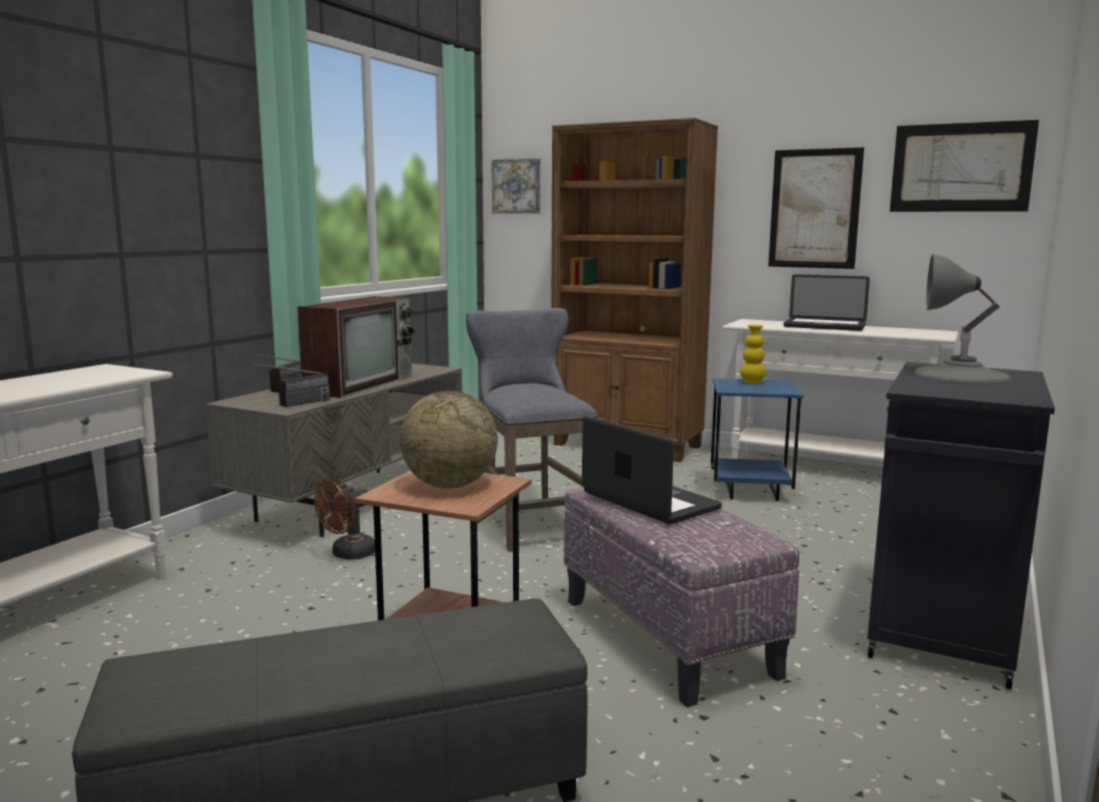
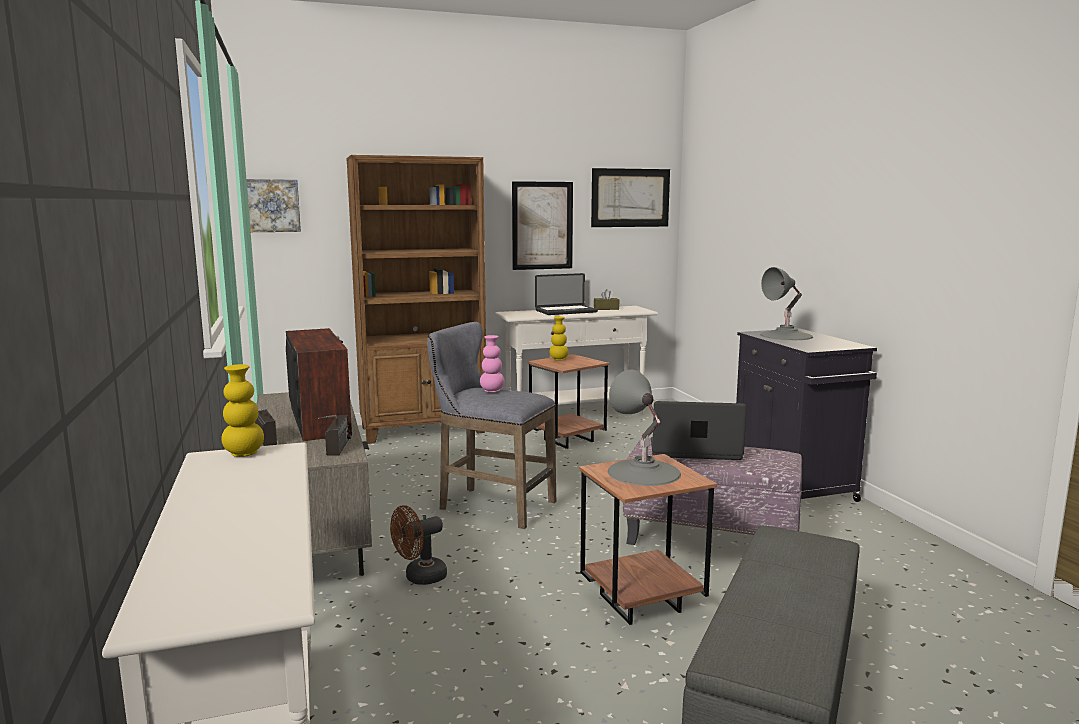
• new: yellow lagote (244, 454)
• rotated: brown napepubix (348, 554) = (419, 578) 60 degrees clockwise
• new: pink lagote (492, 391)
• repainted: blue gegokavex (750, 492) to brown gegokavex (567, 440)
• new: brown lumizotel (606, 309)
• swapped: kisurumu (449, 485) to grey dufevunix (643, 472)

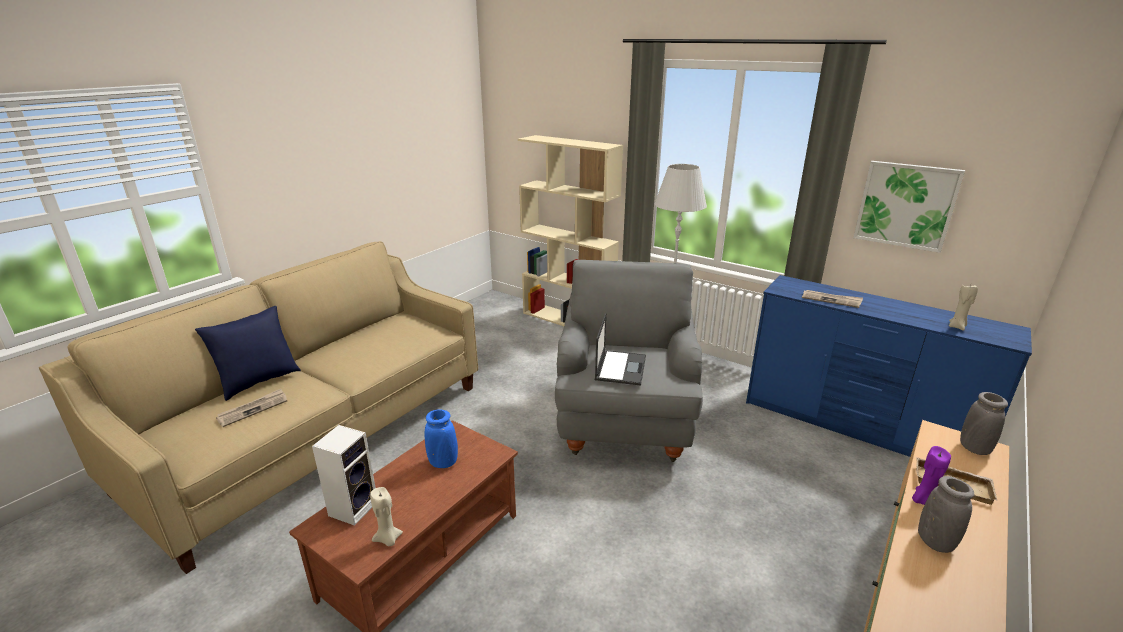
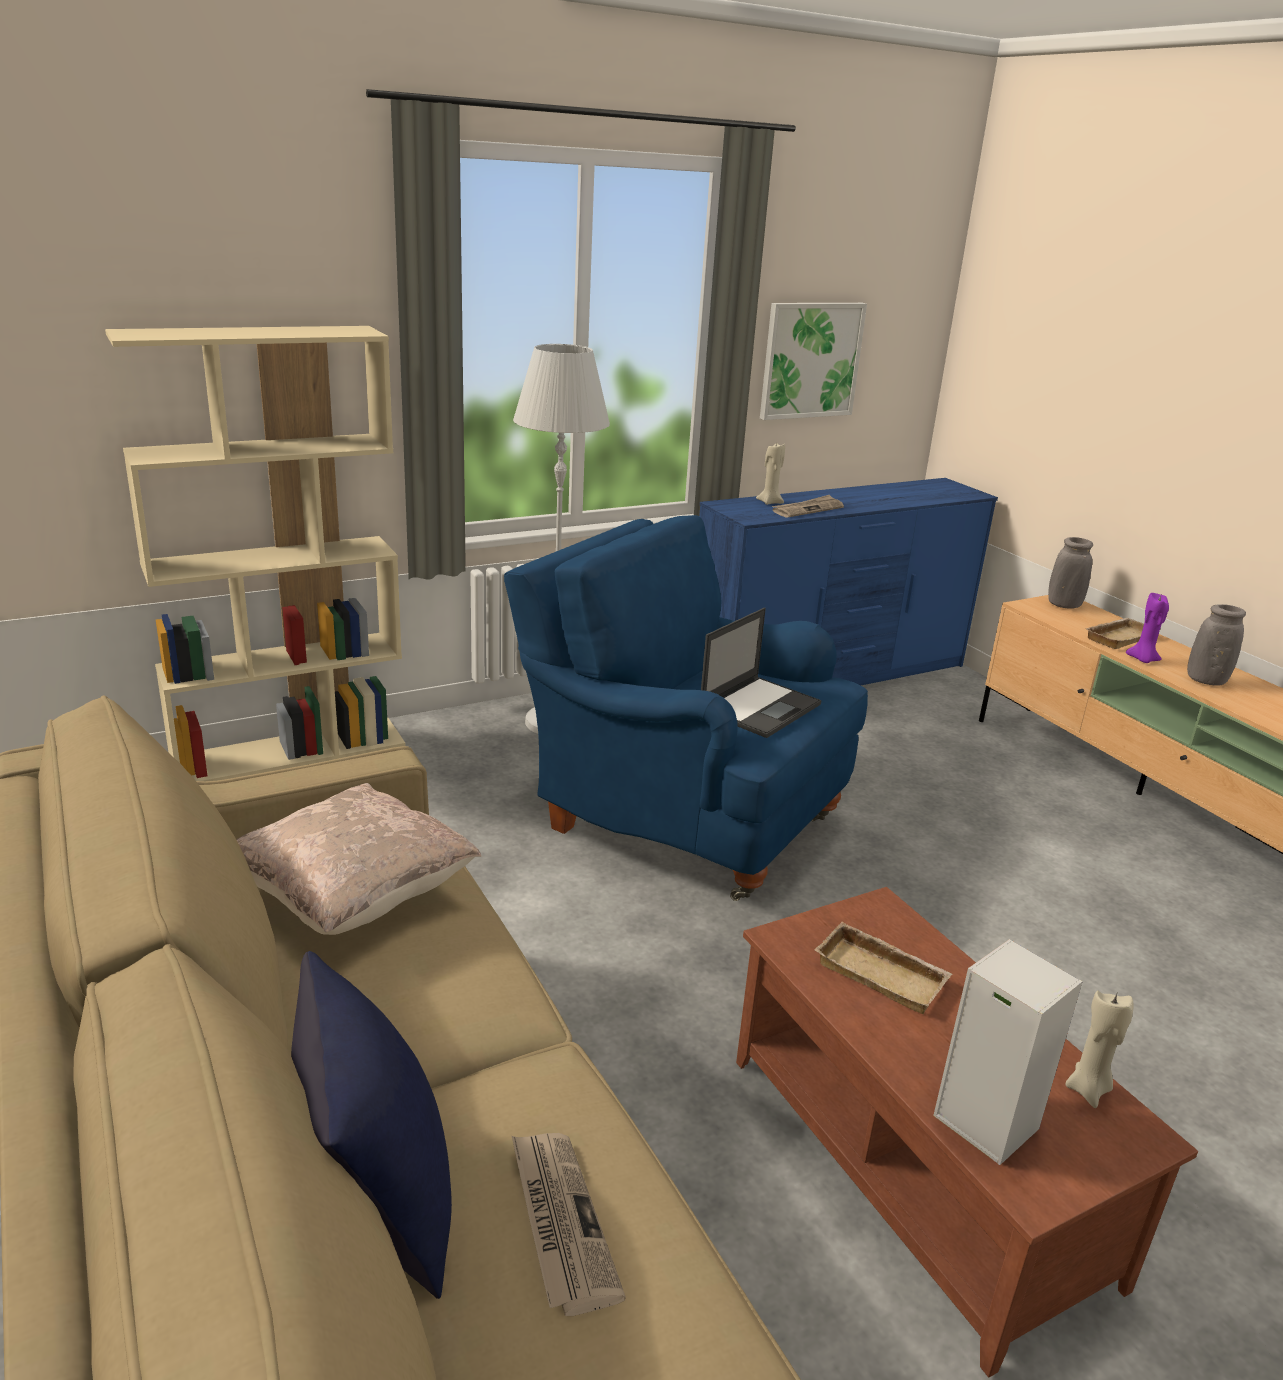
• new: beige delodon (353, 897)
• repainted: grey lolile (624, 419) to blue lolile (680, 820)
• rotated: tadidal (620, 367) = (760, 707) 90 degrees clockwise
• shifted: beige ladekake (957, 327) to (770, 502)
• swapped: blue lagote (443, 462) to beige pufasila (883, 974)

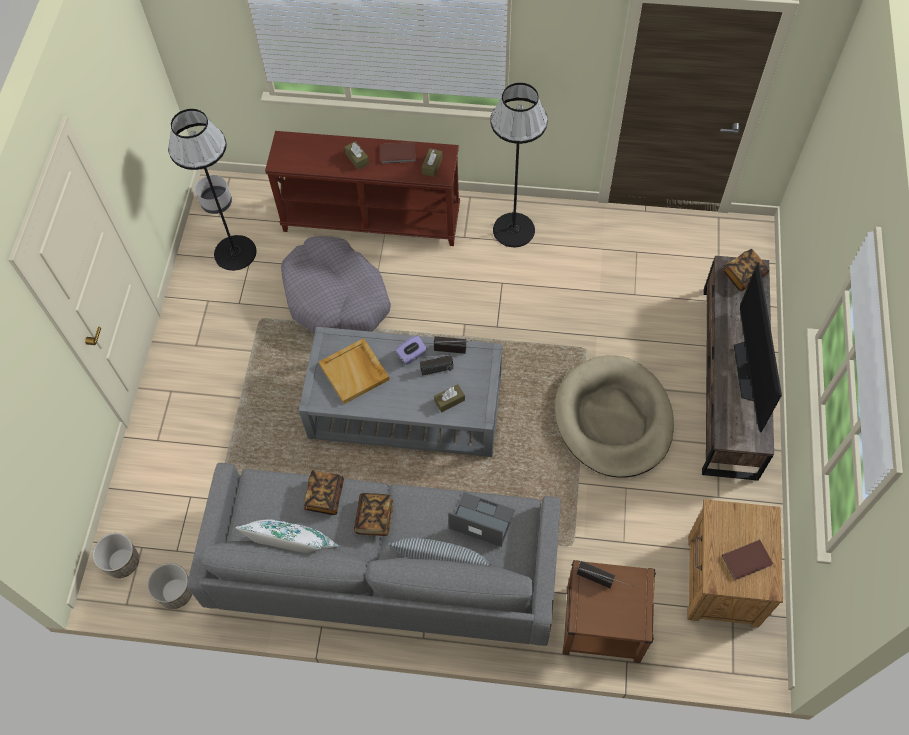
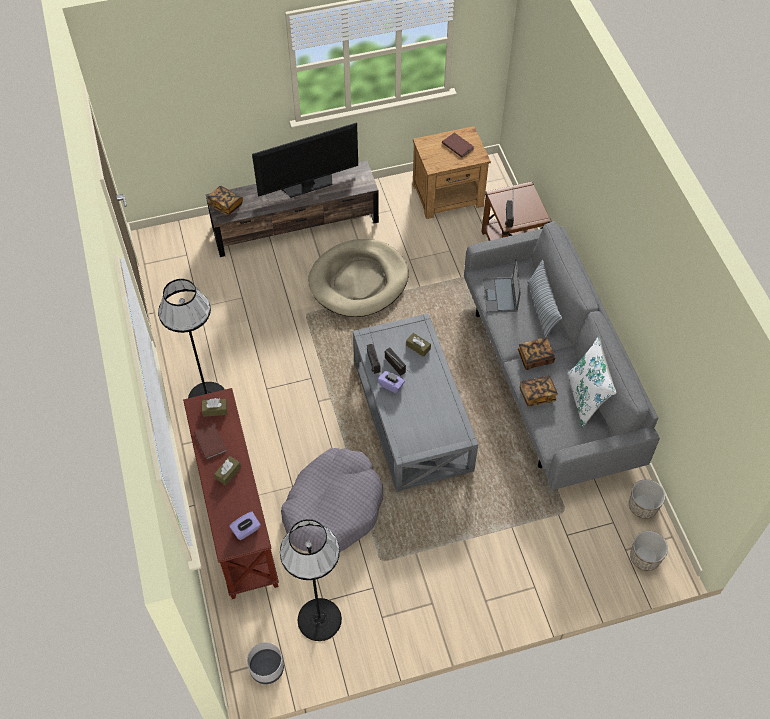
• new: purple lumizotel (246, 530)
• gone: beige pufasila (355, 372)

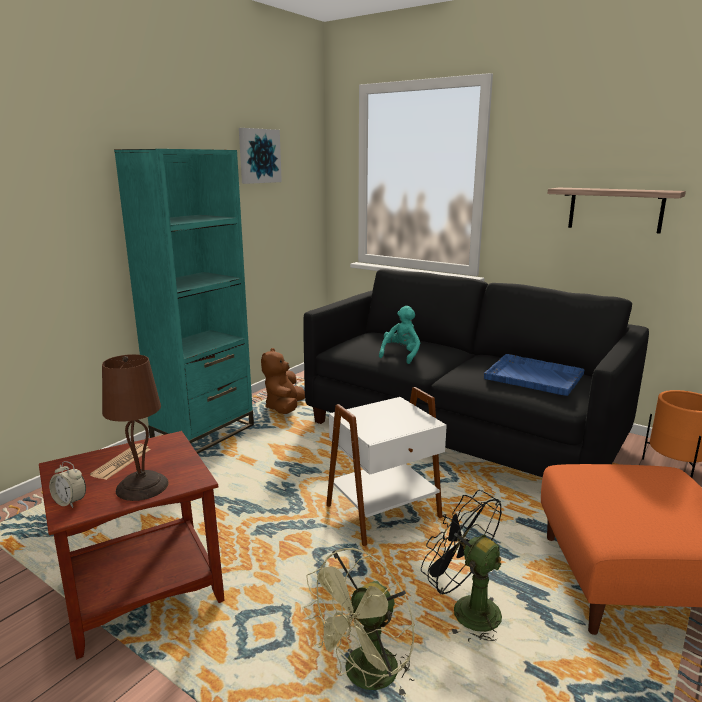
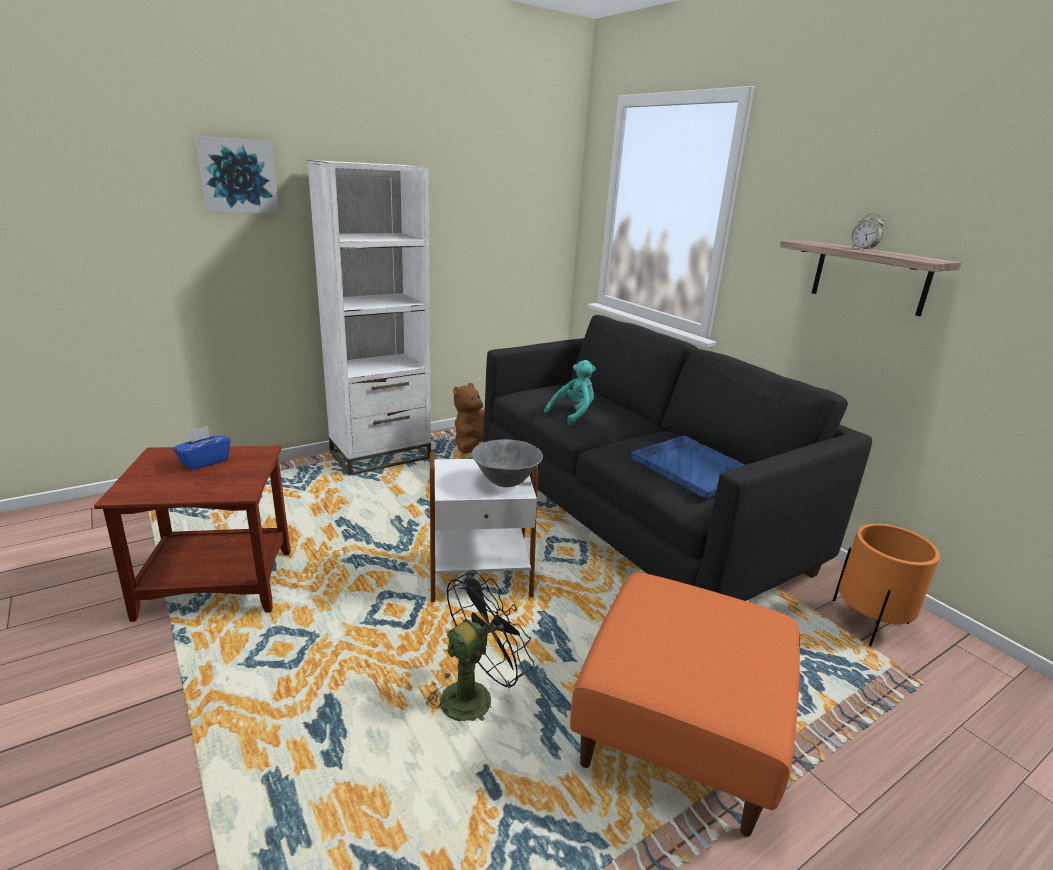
• swapped: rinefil (121, 462) to blue lumizotel (204, 462)
• shifted: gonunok (258, 156) to (238, 176)
• repainted: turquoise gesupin (203, 433) to white gesupin (380, 456)
• rotated: black napepubix (466, 609) = (474, 694) 75 degrees clockwise
• new: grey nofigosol (506, 482)
• shifted: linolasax (70, 502) to (863, 249)
• gone: brown dufevunix (142, 487)
• gone: green napepubix (365, 678)

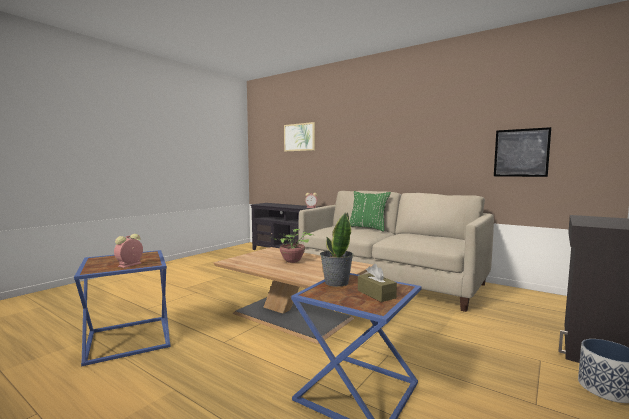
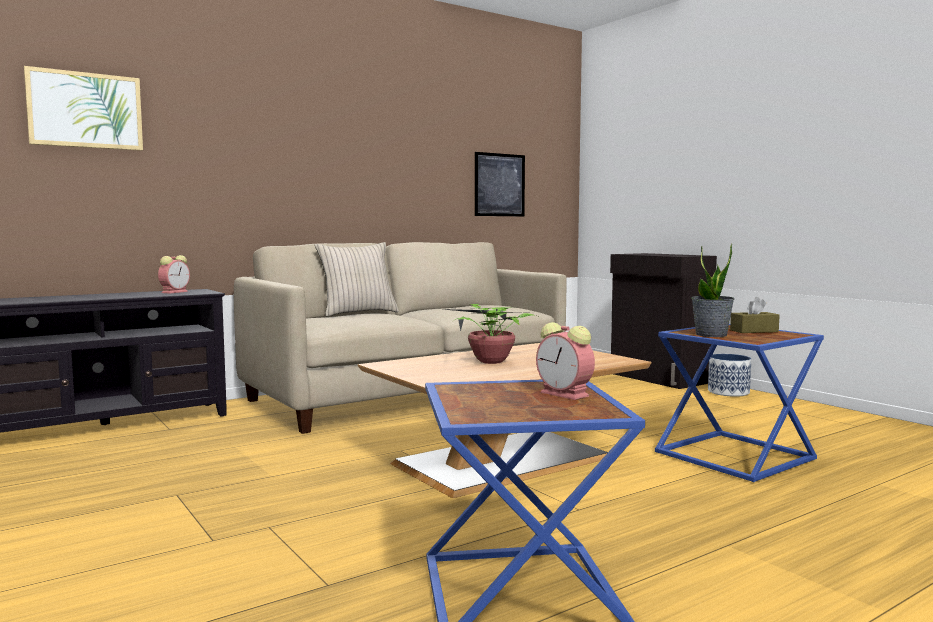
• repainted: green delodon (367, 228) to beige delodon (357, 313)

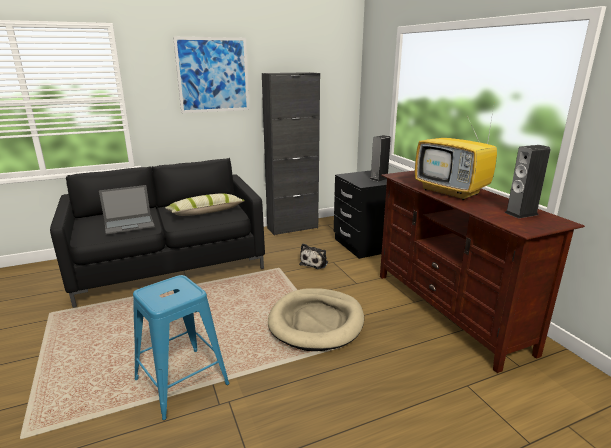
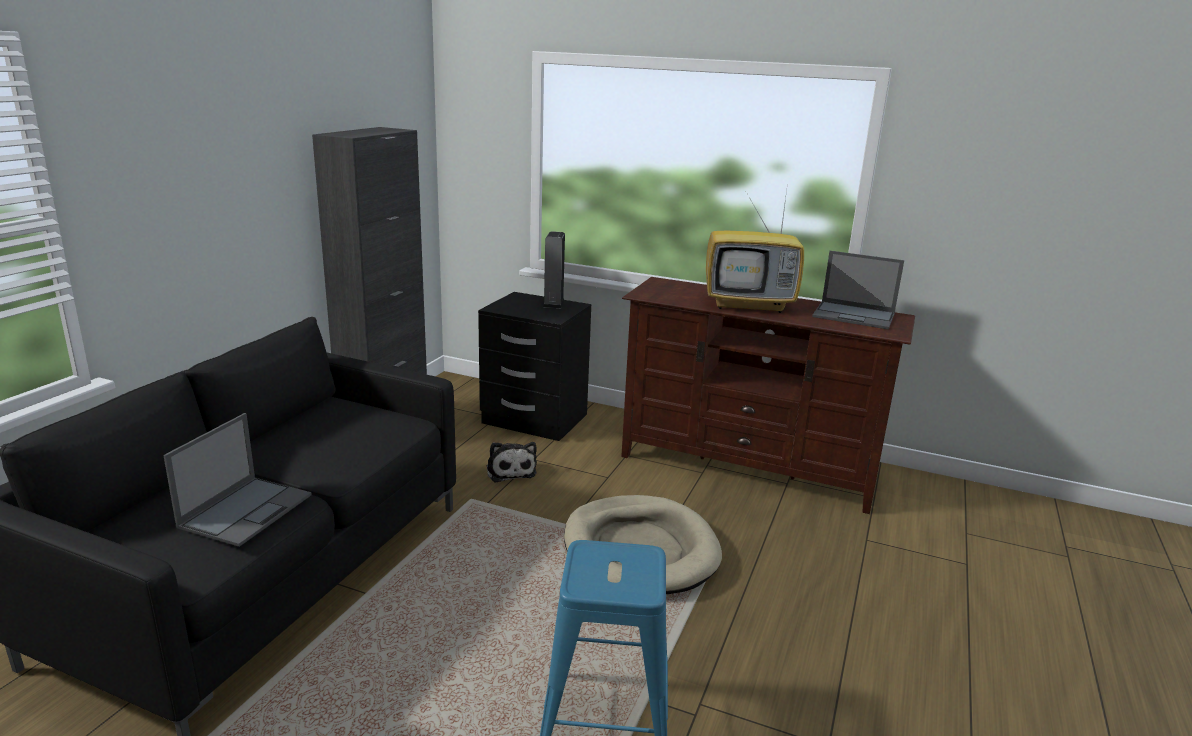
• swapped: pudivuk (521, 213) to tadidal (854, 315)
• gone: delodon (205, 212)
• gone: gonunok (213, 75)

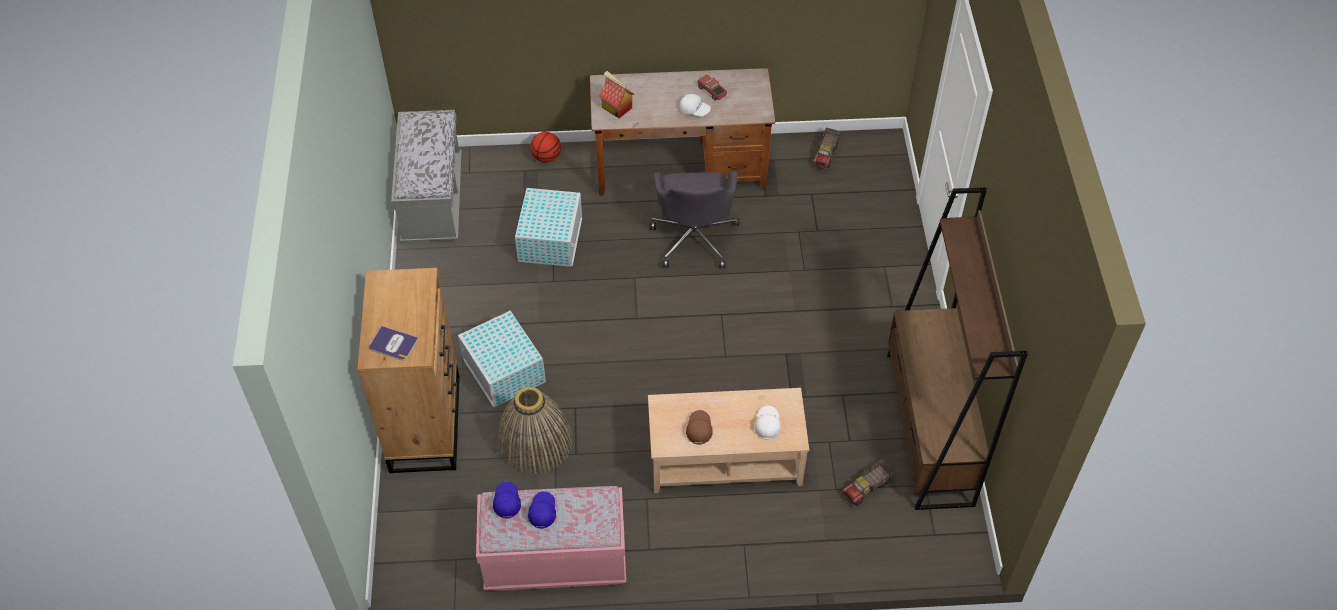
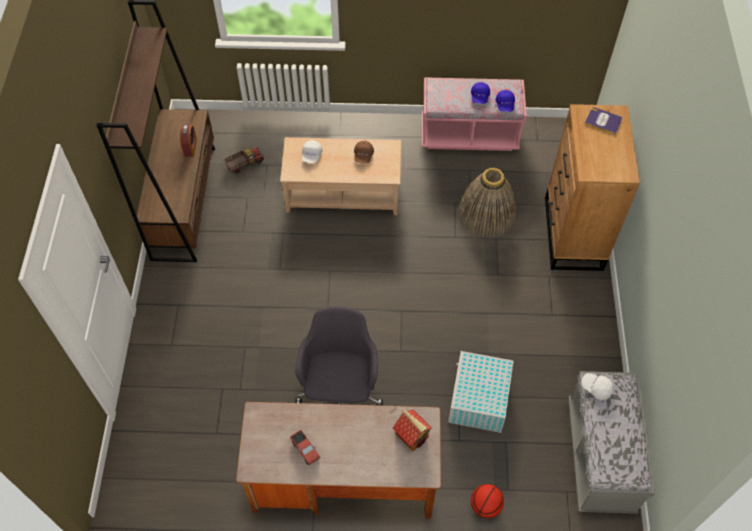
• new: linolasax (190, 147)
• shifted: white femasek (695, 110) to (596, 388)
• gone: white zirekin (504, 371)
• gone: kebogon (826, 155)

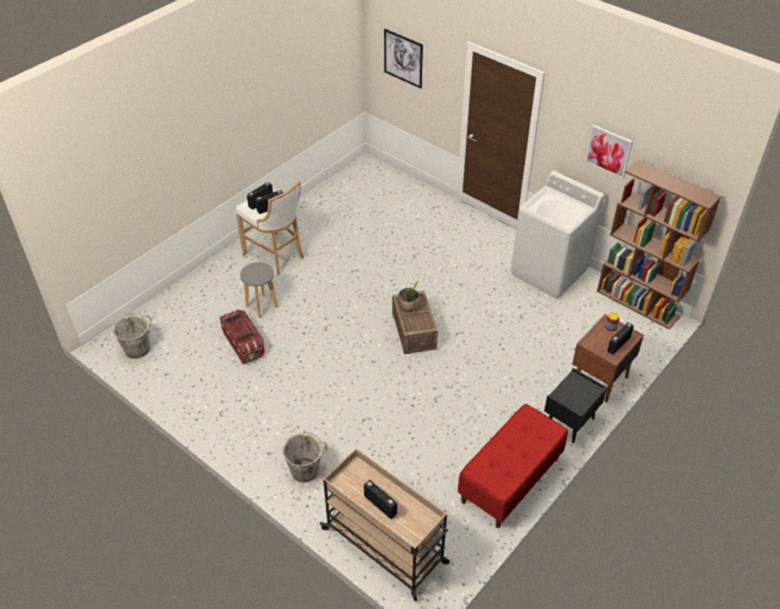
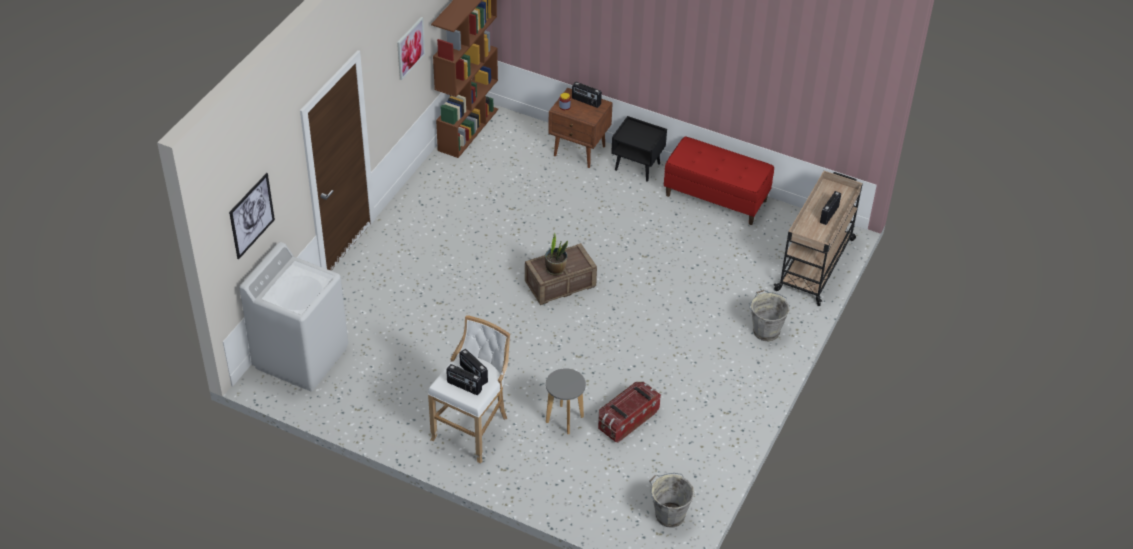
• shifted: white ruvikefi (549, 272) to (301, 357)

